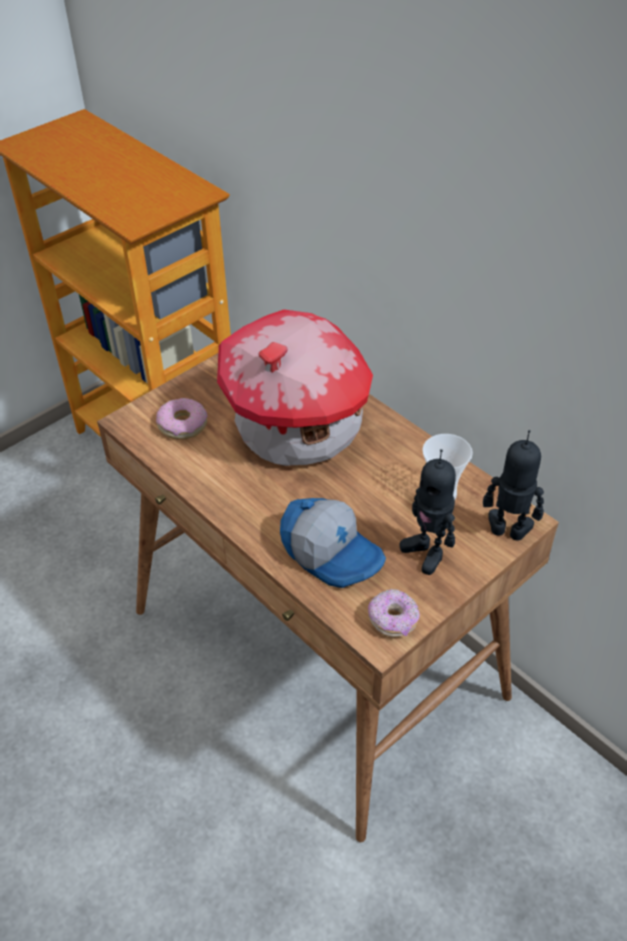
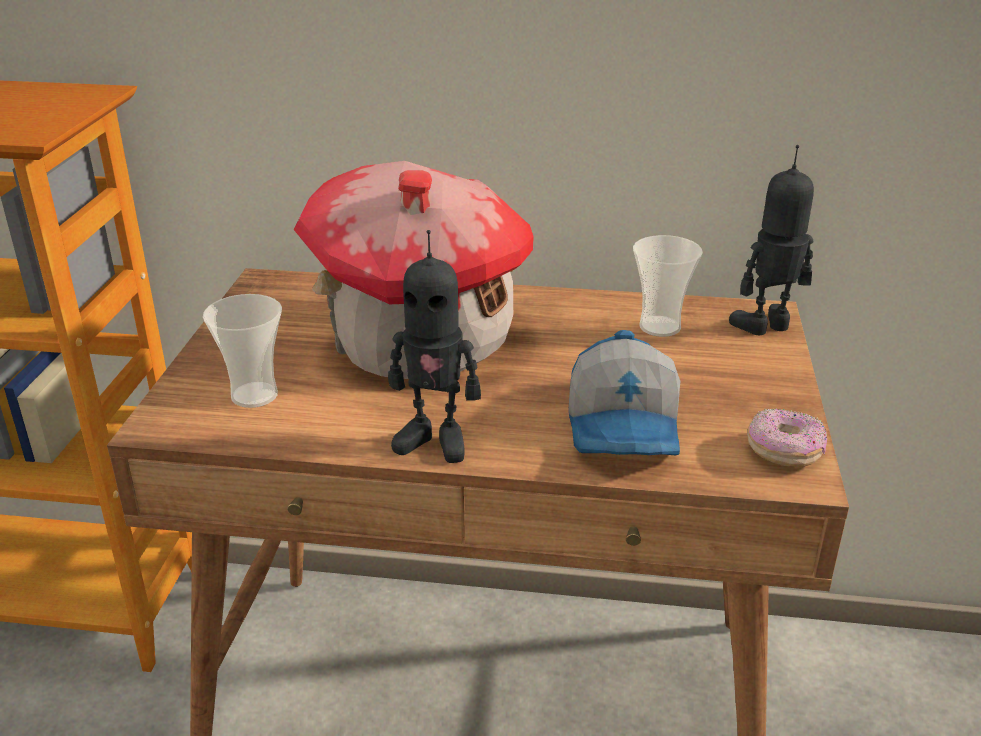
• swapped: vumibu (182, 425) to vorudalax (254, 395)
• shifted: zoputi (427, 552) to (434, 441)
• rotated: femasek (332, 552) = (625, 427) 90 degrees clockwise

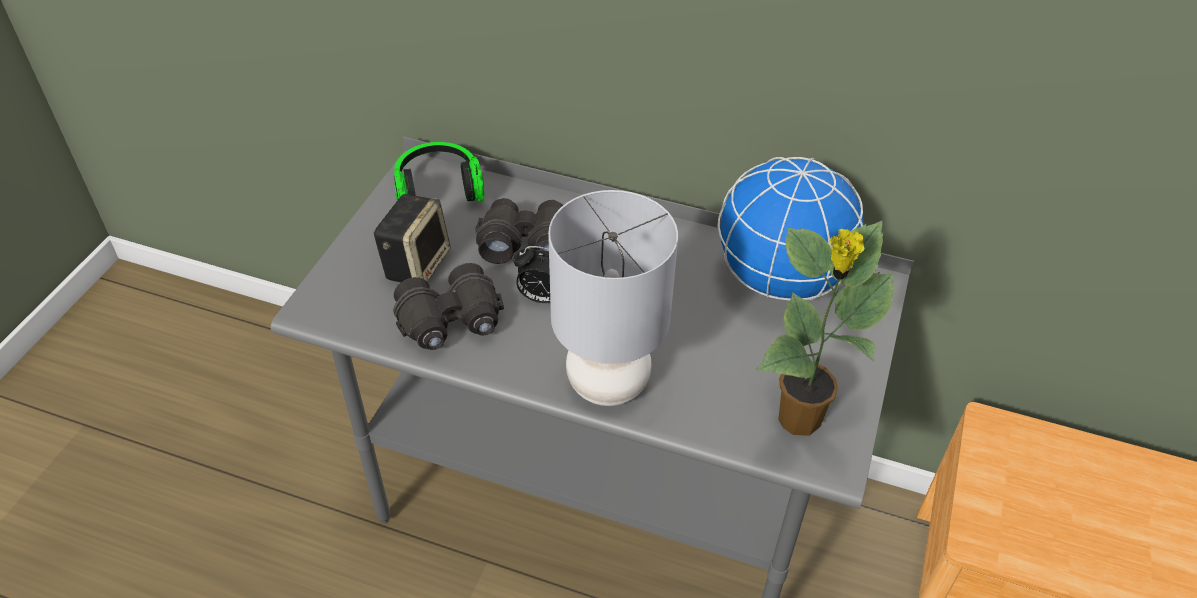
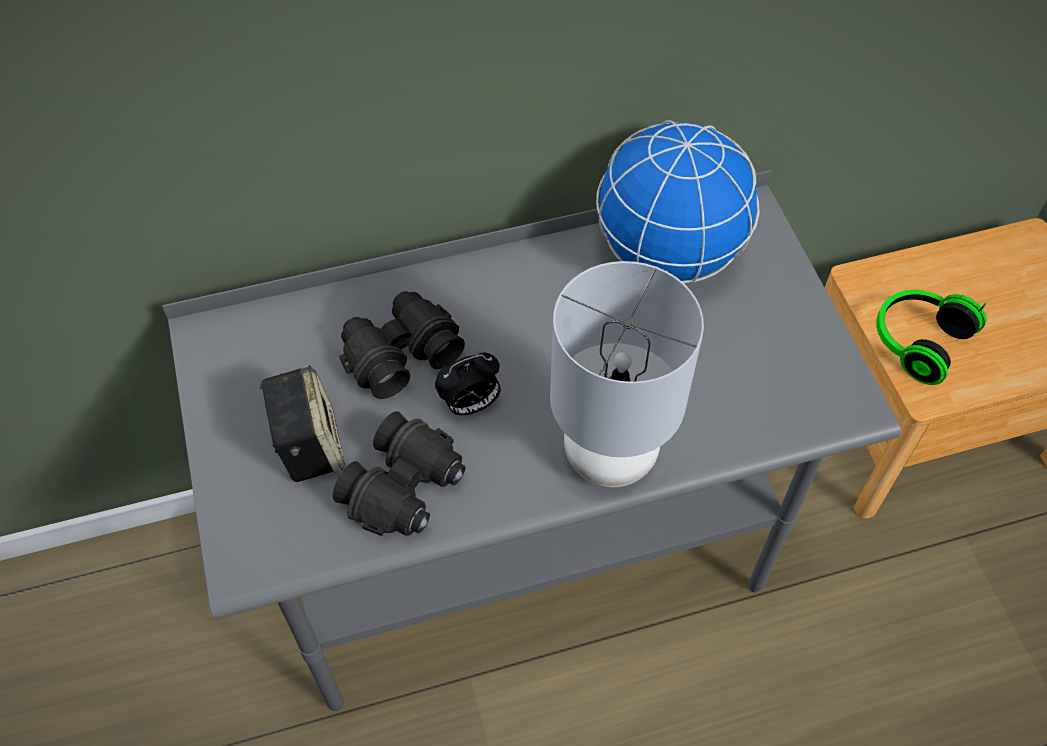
• shifted: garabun (438, 189) to (916, 341)
• gone: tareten (799, 421)

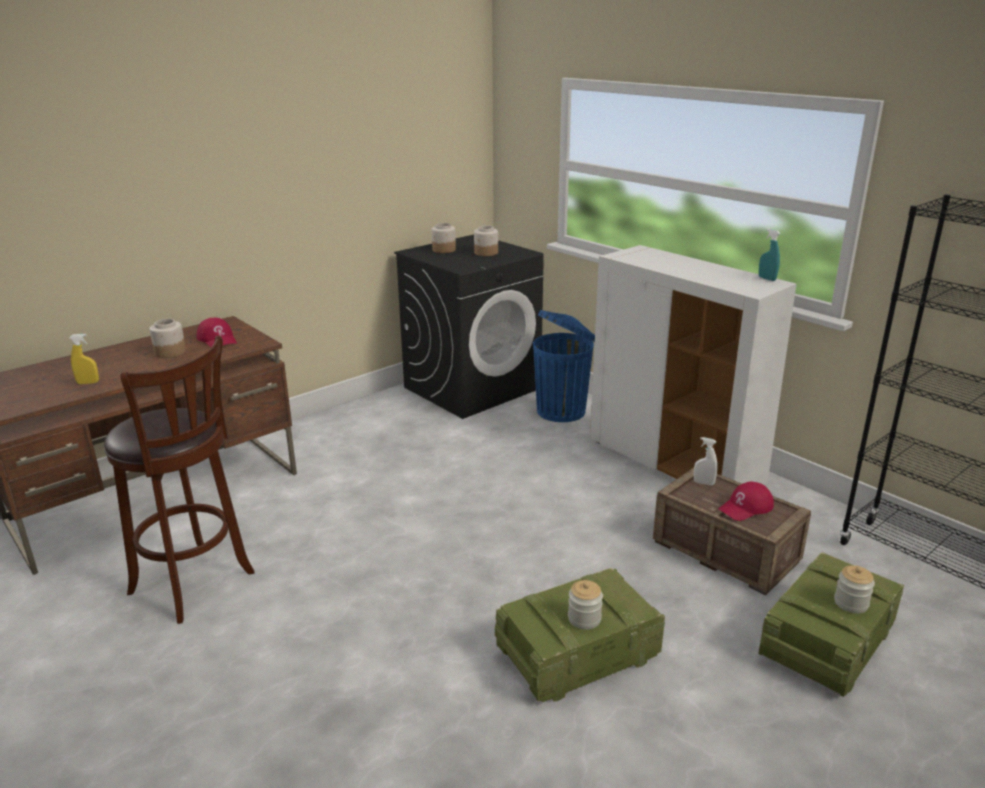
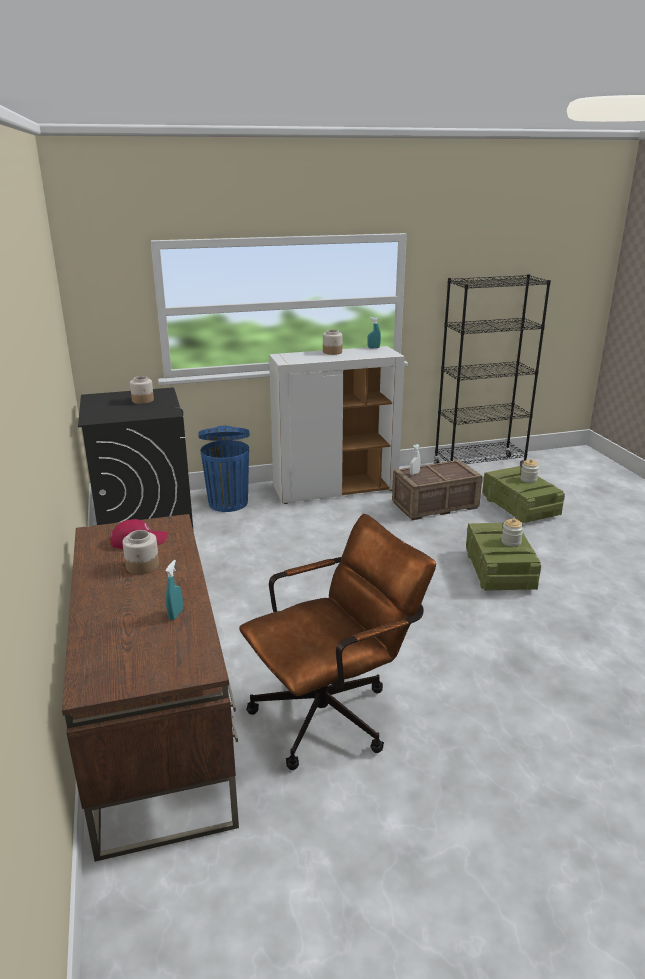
• repainted: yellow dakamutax (88, 383) to turquoise dakamutax (175, 614)
• swapped: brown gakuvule (196, 585) to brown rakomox (333, 712)
• shifted: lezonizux (444, 250) to (332, 352)
• gone: red femasek (746, 507)

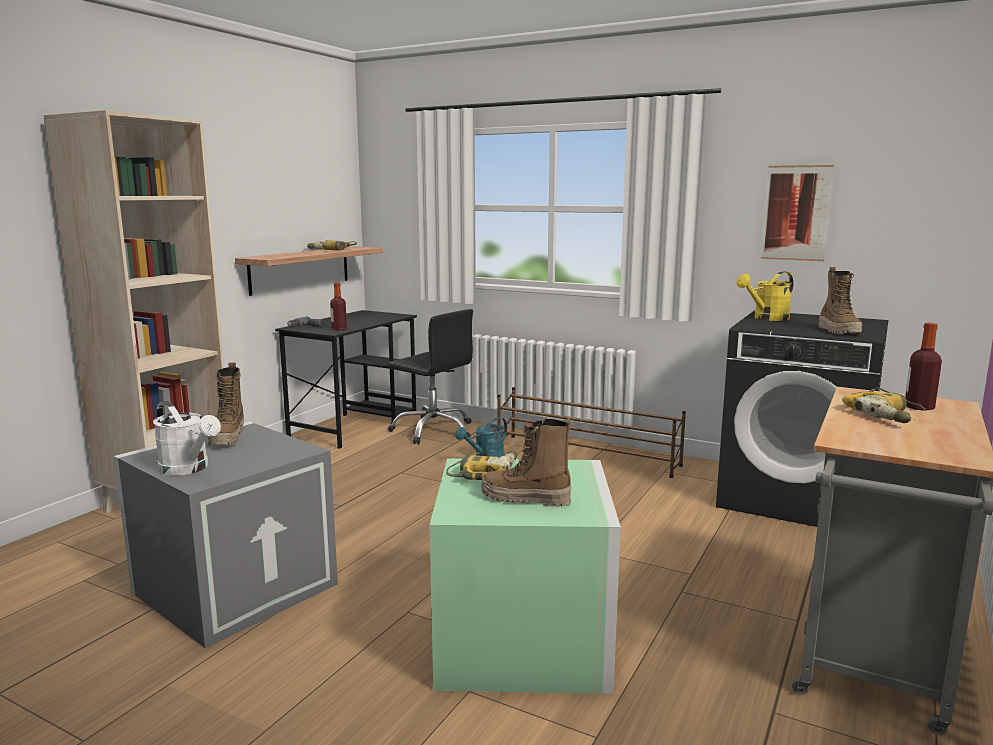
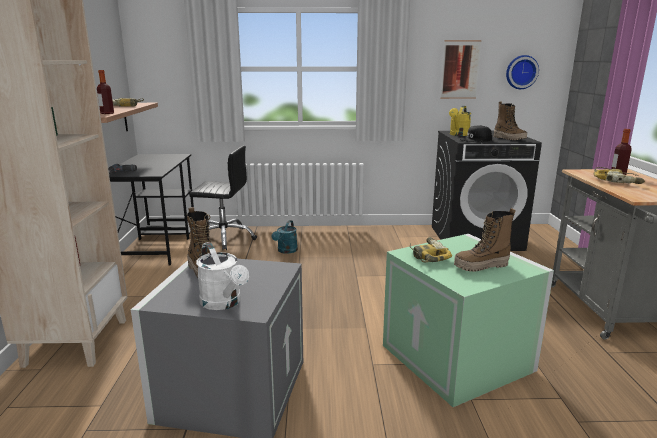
• shifted: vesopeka (339, 329) to (107, 113)
• rotated: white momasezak (189, 469) = (224, 303) 45 degrees clockwise
• new: black femasek (476, 140)
• new: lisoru (521, 72)
• gone: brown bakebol (587, 456)

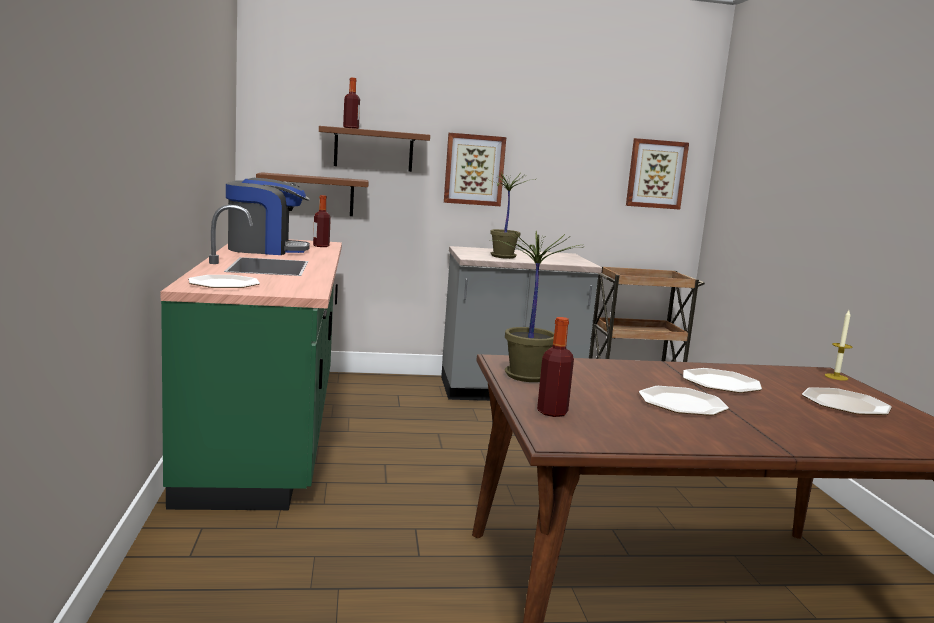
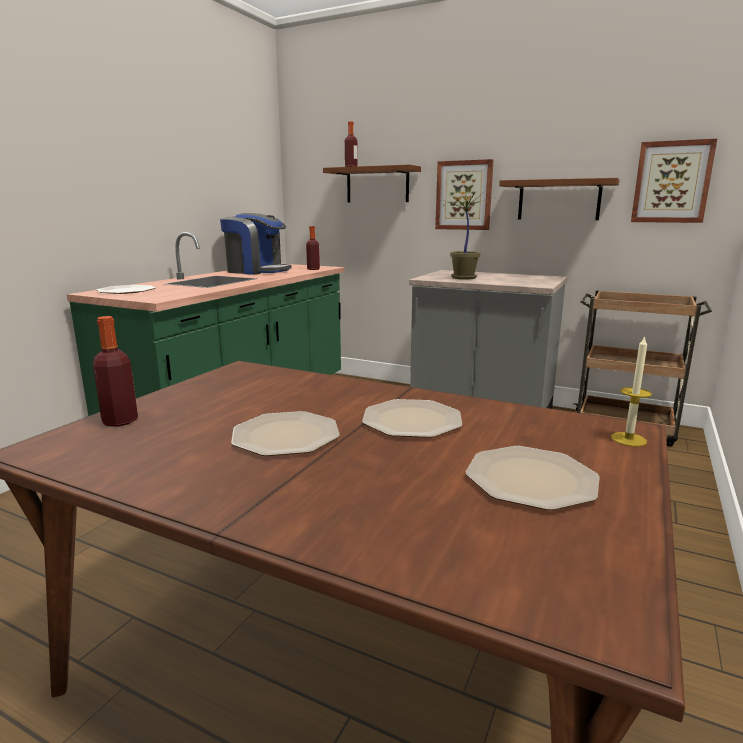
• shifted: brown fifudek (314, 195) to (559, 200)
• gone: tareten (525, 375)

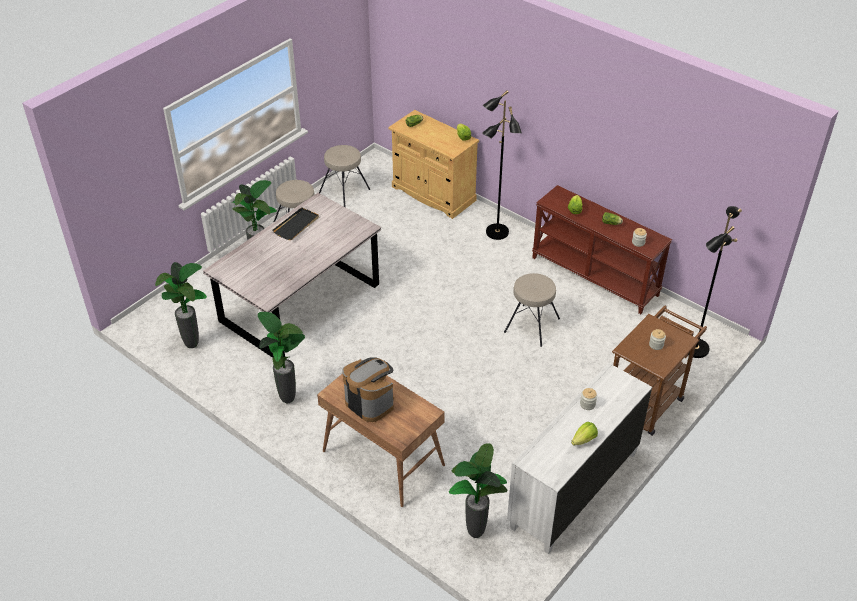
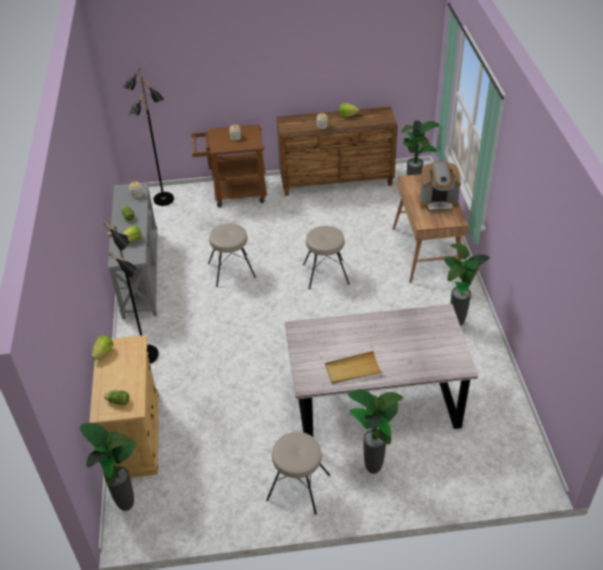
• shifted: tareten (193, 345) to (126, 505)
• repainted: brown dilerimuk (595, 276) to grey dilerimuk (140, 274)
• repainted: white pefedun (573, 490) to brown pefedun (336, 181)
• shifted: beige gakuvule (344, 192) to (325, 273)
• repainted: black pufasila (296, 225) to beige pufasila (352, 369)
• rotated: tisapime (370, 402) = (438, 203) 90 degrees counterclockwise

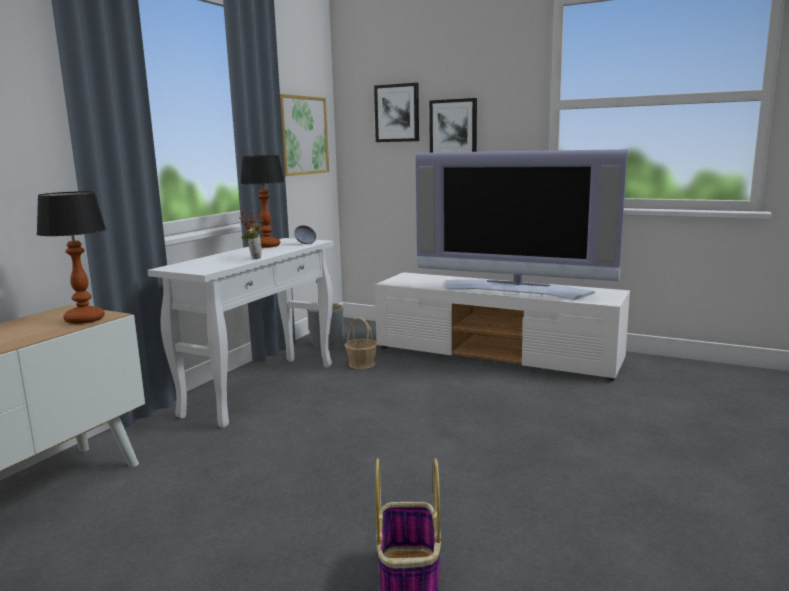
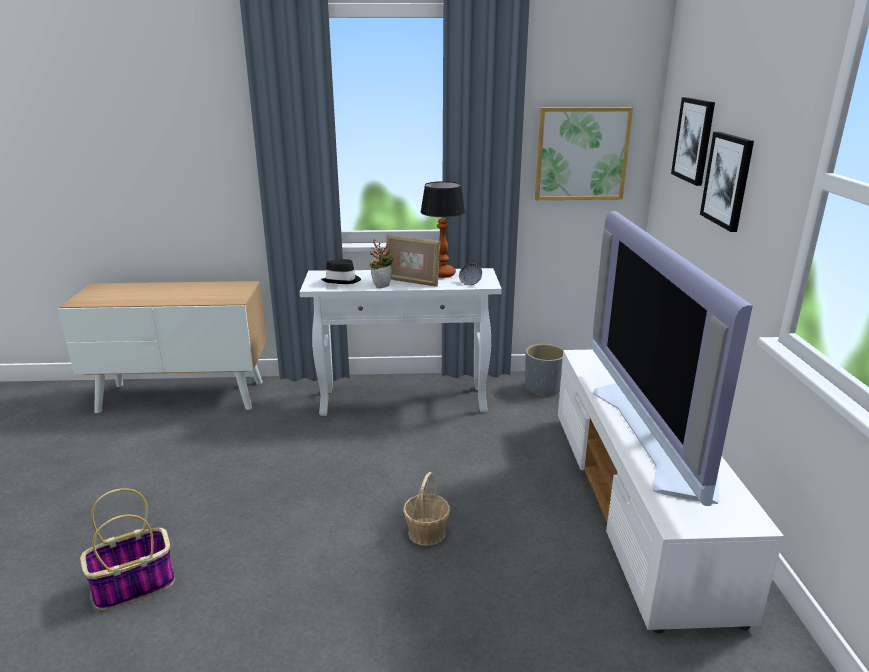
• new: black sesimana (342, 280)
• new: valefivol (412, 282)
• shifted: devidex (362, 364) to (427, 532)
• gone: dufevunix (85, 319)

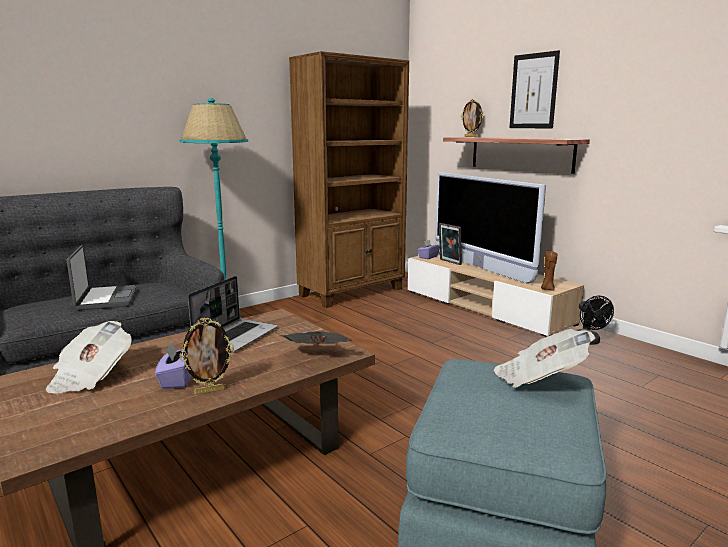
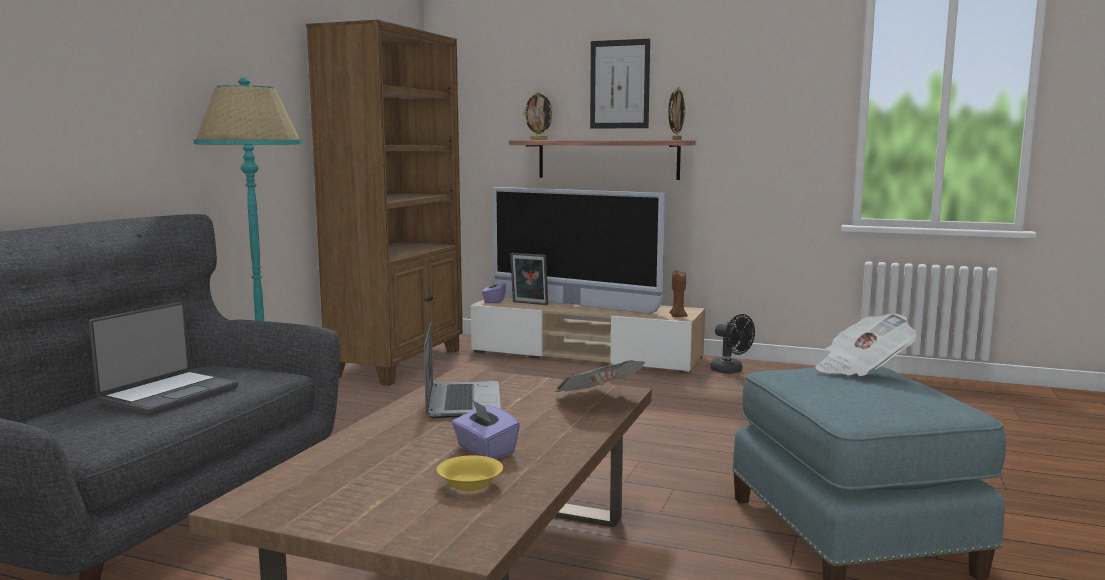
• rotated: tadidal (105, 299) = (168, 395) 75 degrees clockwise
• new: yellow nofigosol (469, 485)
• shifted: valefivol (210, 391) to (675, 139)
• gone: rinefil (90, 377)

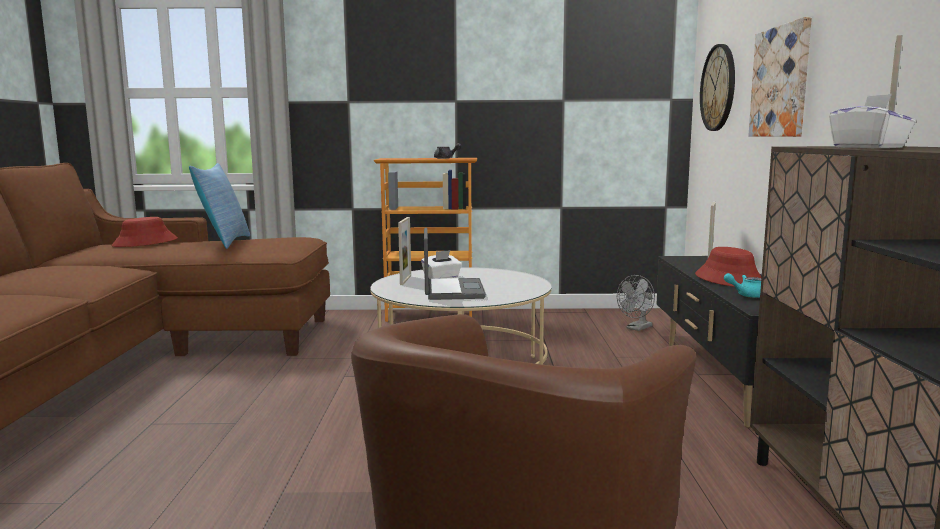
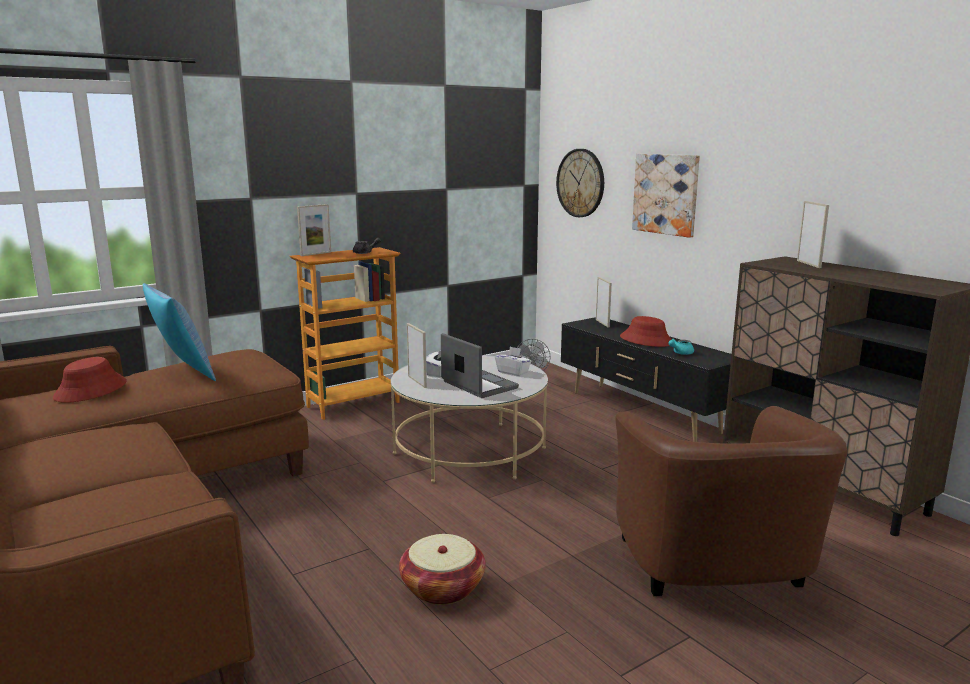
• new: valefivol (316, 254)
• new: devidex (442, 588)
• shifted: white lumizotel (868, 147) to (513, 372)

